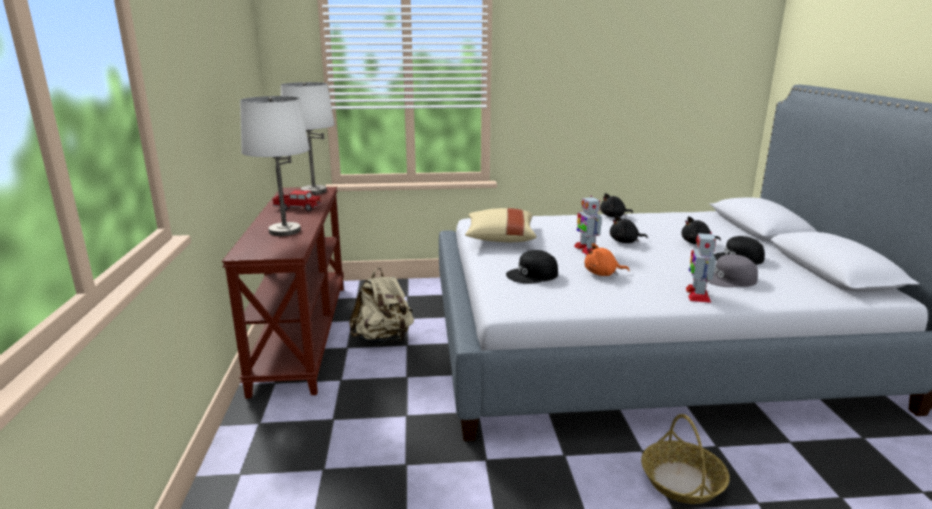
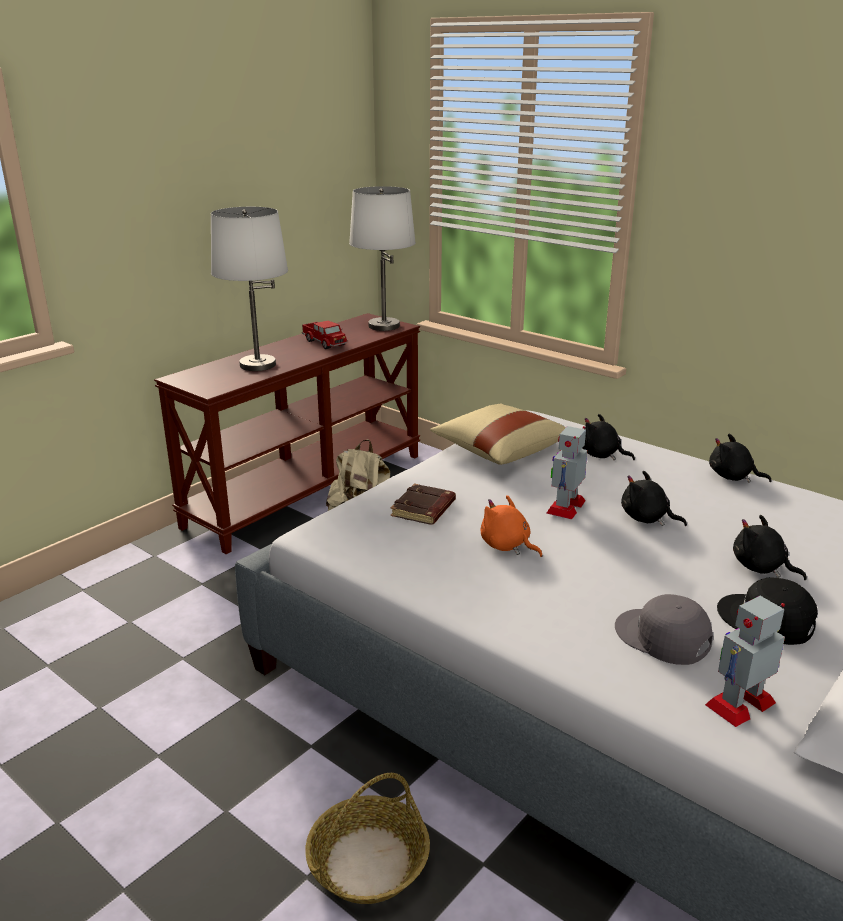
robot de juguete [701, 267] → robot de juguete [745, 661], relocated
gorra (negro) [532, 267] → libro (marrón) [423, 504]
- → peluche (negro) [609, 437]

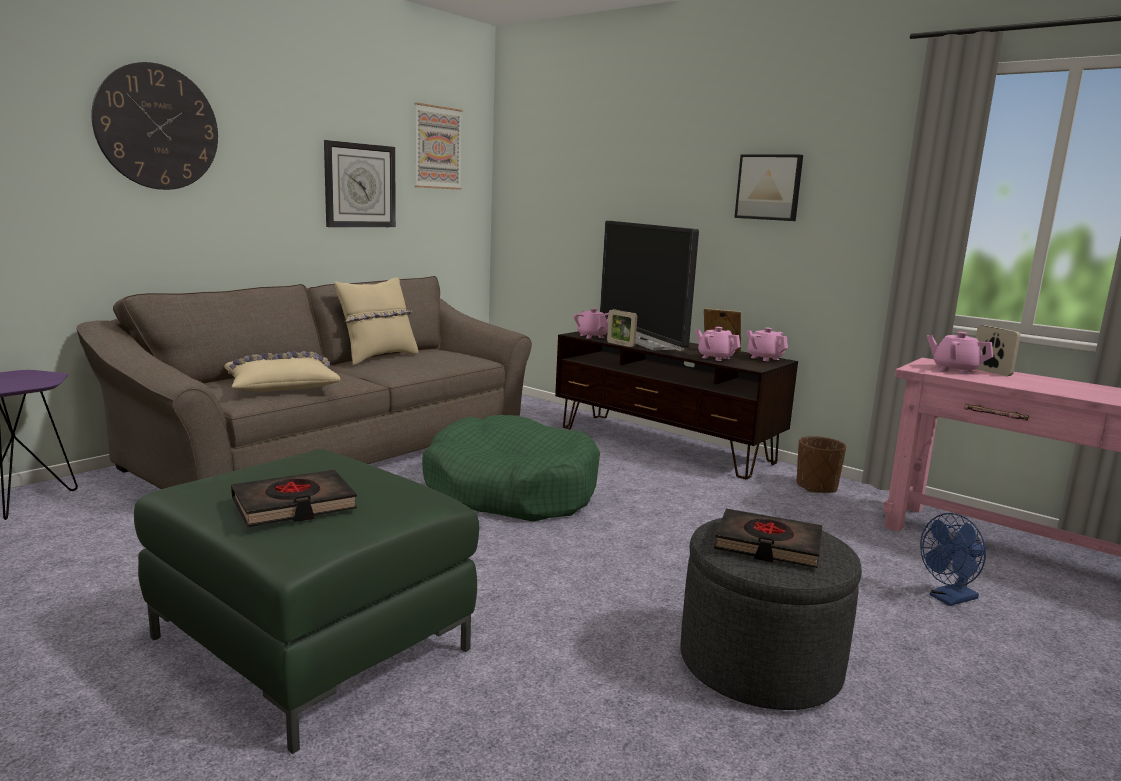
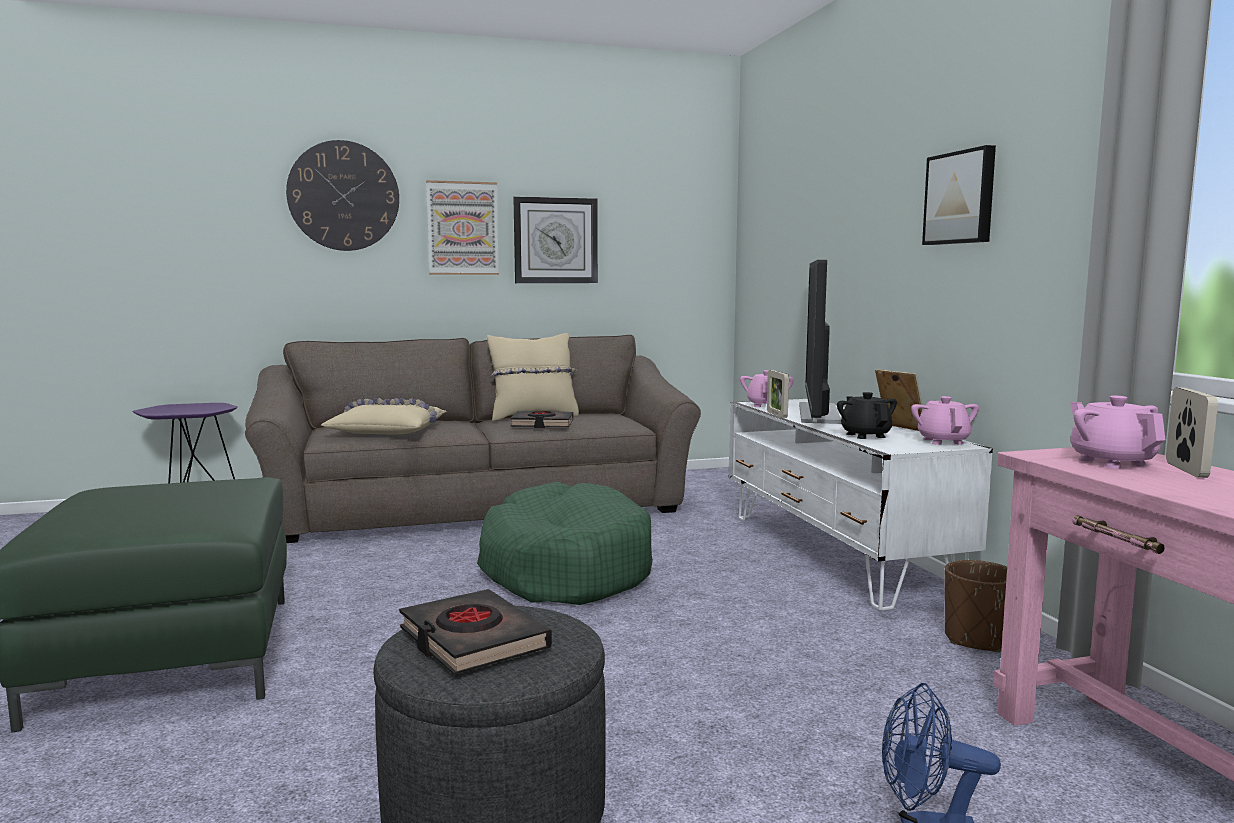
cuadro [438, 146] → cuadro [462, 227], relocated
tetera (rosa) [717, 344] → tetera (negro) [867, 415]
mueble de televisión (marrón) [676, 405] → mueble de televisión (blanco) [861, 504]
libro (negro) [294, 499] → libro (negro) [542, 419], relocated

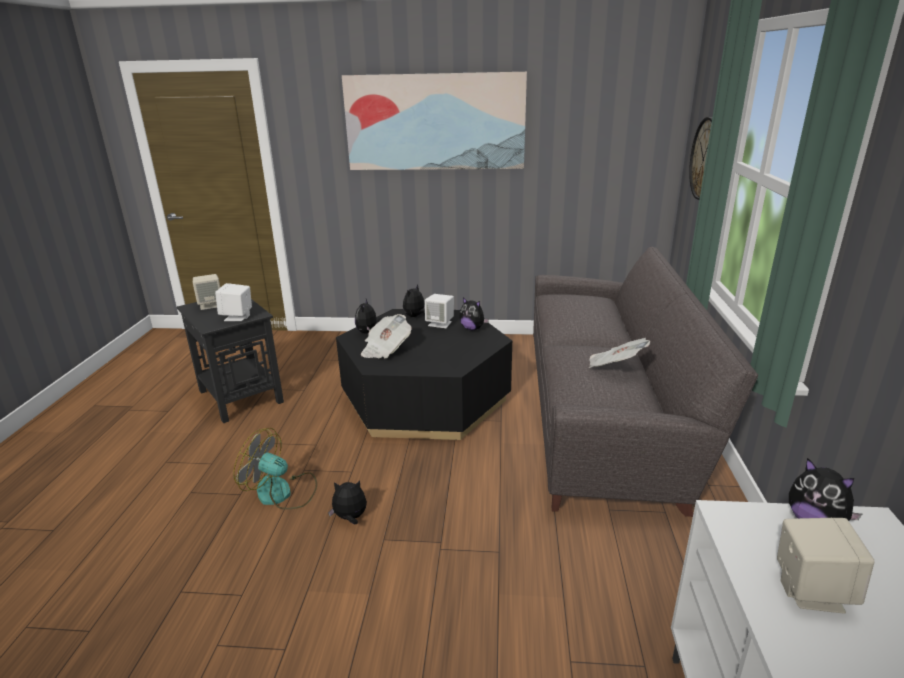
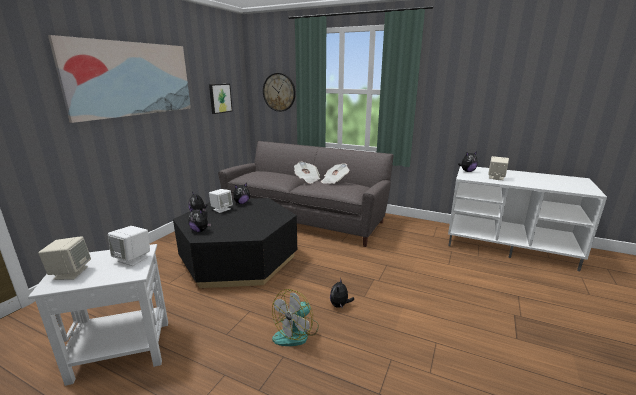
mesa auxiliar (negro) [230, 361] → mesa auxiliar (blanco) [98, 315]
periódico [386, 336] → periódico [307, 173], relocated
- → cuadro [220, 99]

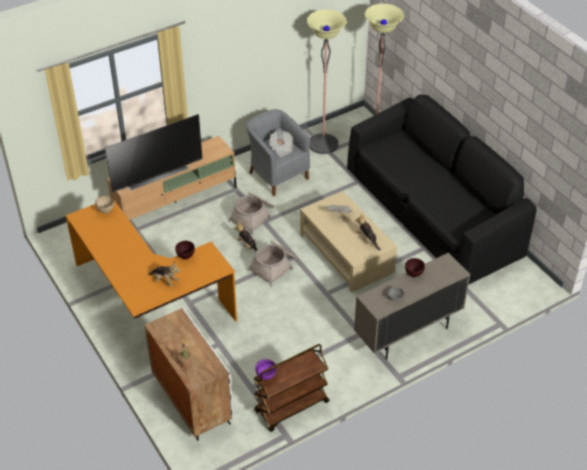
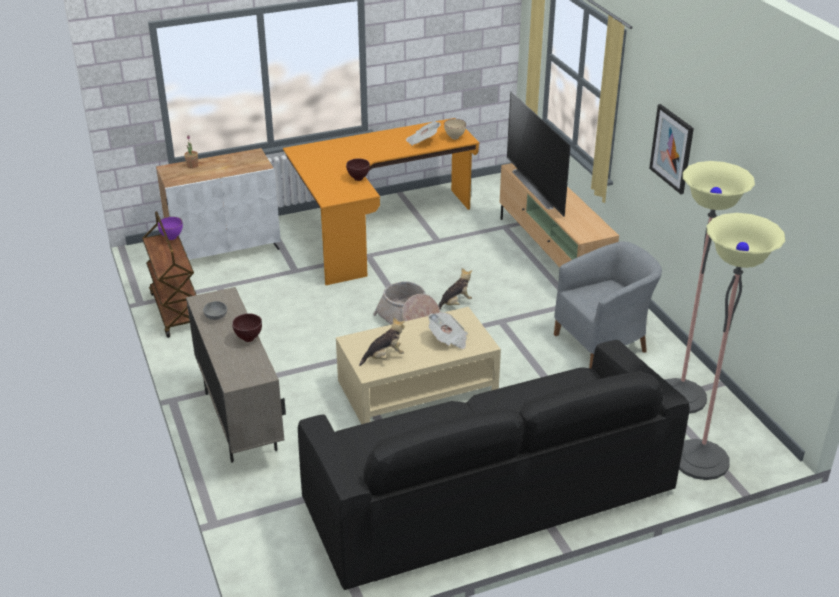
periódico [281, 143] → periódico [423, 133], relocated
cesta [251, 213] → -
peluche [164, 273] → -
- → cuadro [671, 149]

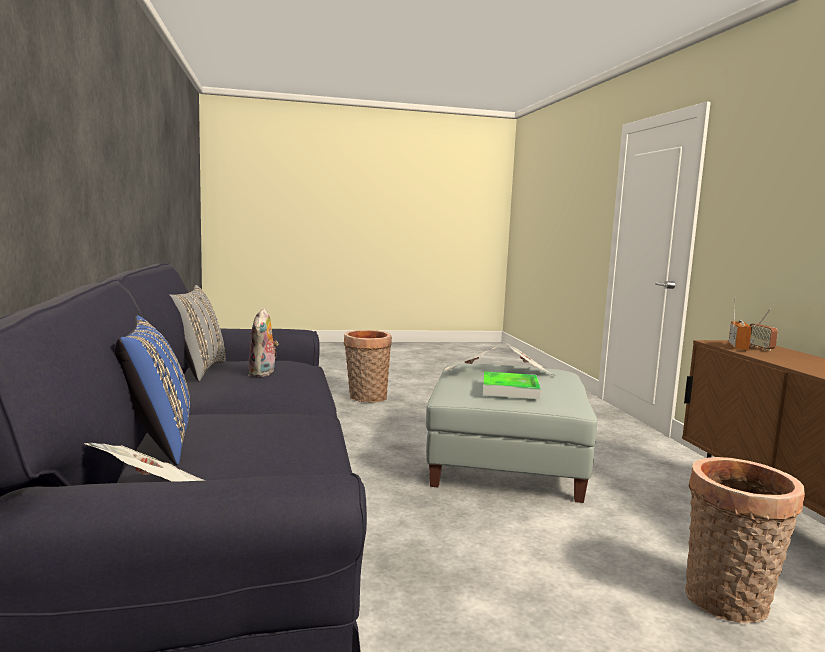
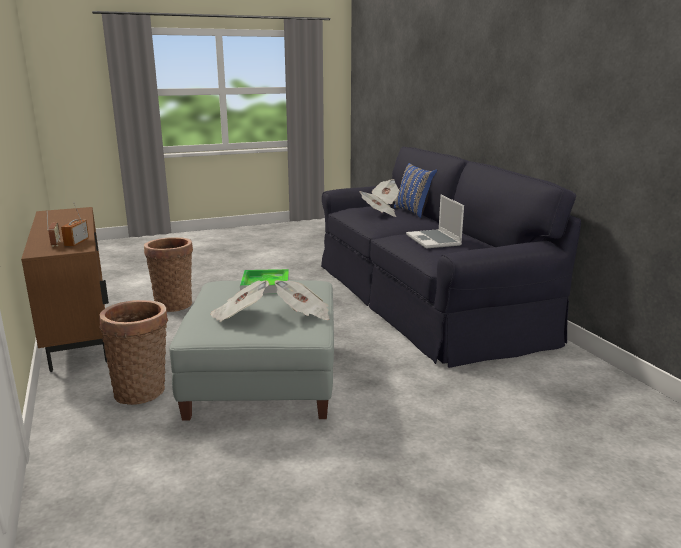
cojín (gris) [197, 333] → -
peluche [263, 342] → portátil [435, 222]
cesta [368, 366] → cesta [133, 352], relocated
- → periódico [378, 204]

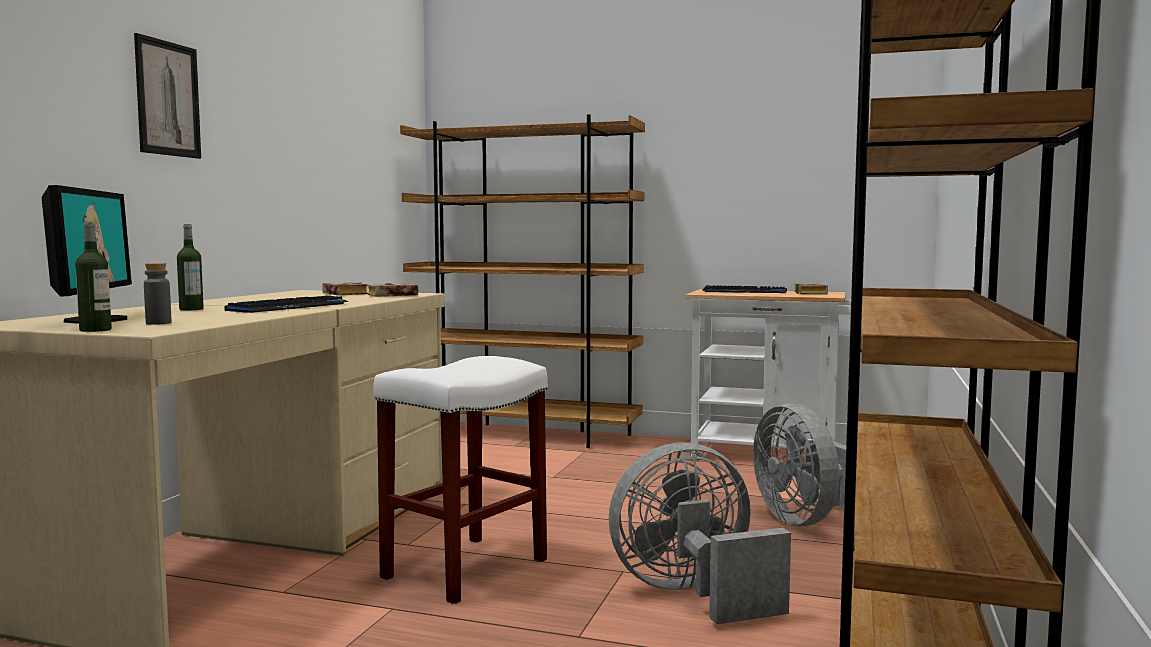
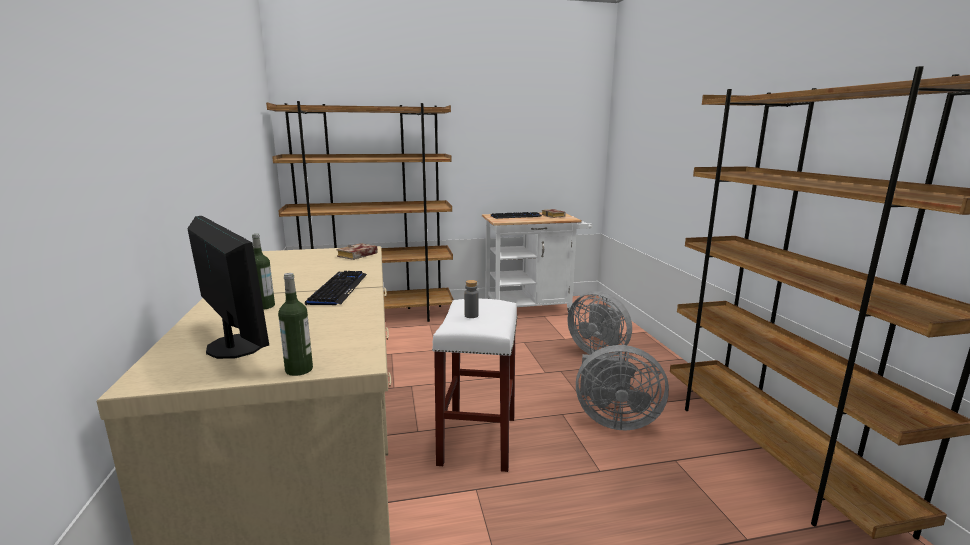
cuadro [167, 96] → -
botella (gris) [157, 294] → botella (gris) [471, 299], relocated
libro [345, 289] → -
ventilador (gris) [700, 534] → ventilador (gris) [622, 387], 120 degrees counterclockwise

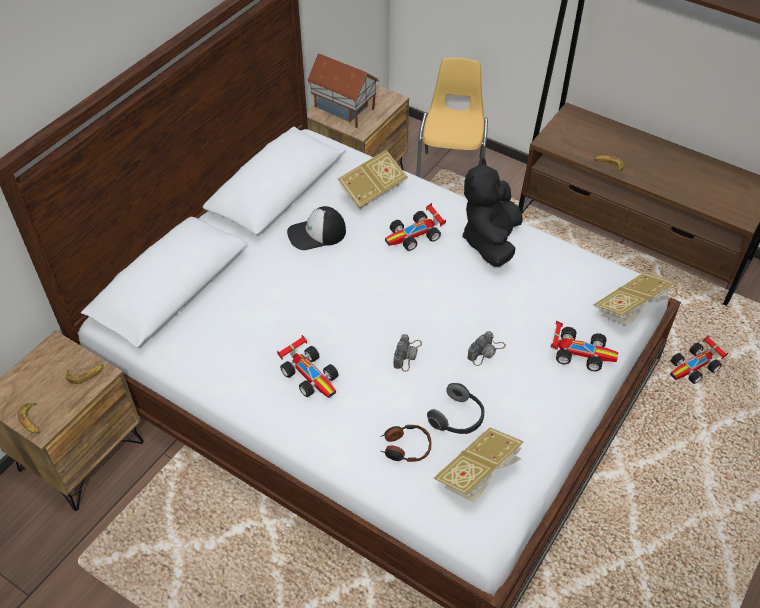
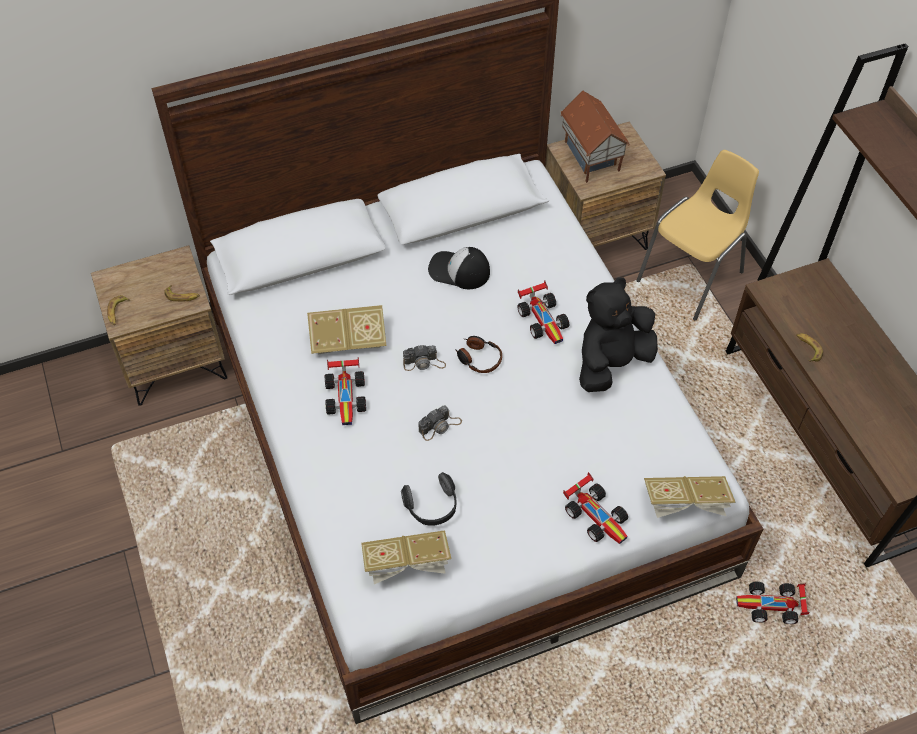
libro [373, 180] → libro [347, 329], relocated
coche de juguete [415, 227] → coche de juguete [543, 312], 120 degrees counterclockwise
cámara [486, 348] → cámara [424, 358], relocated
auriculares [405, 443] → auriculares [478, 354], relocated

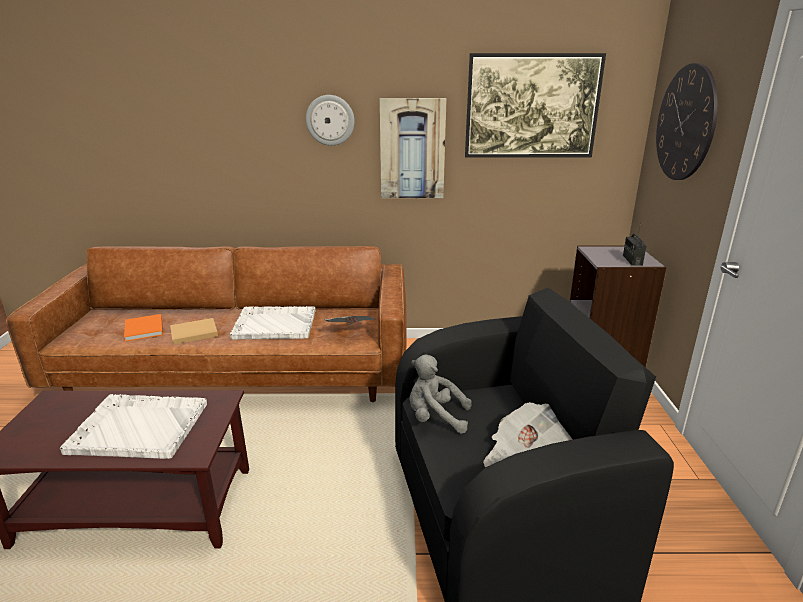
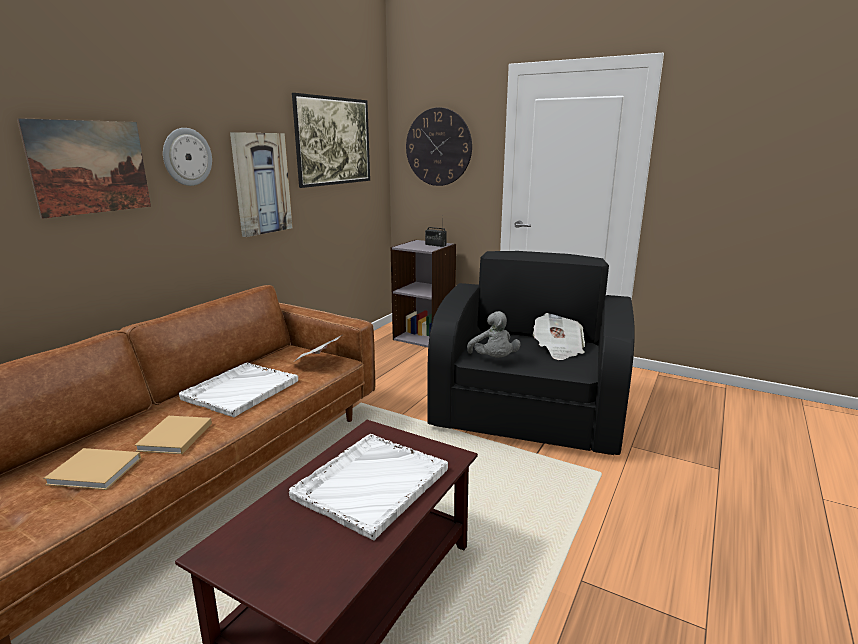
libro (naranja) [143, 328] → libro (beis) [92, 469]
peluche (gris) [440, 394] → peluche (gris) [494, 334], 60 degrees counterclockwise
- → cuadro [84, 168]

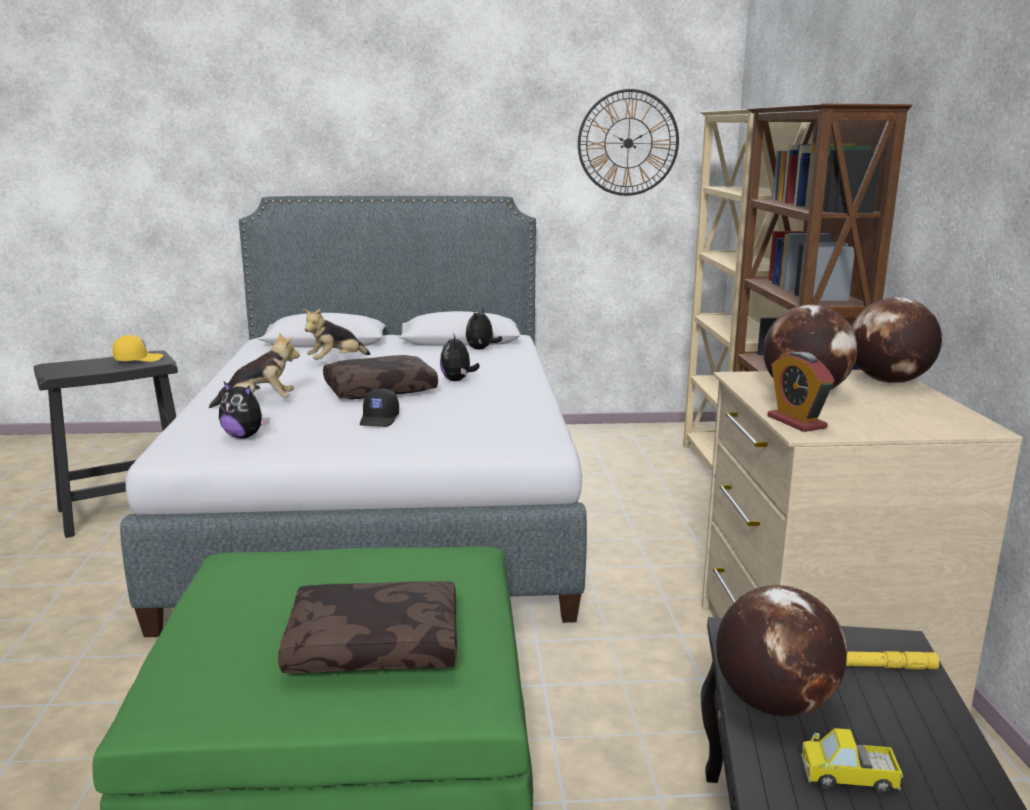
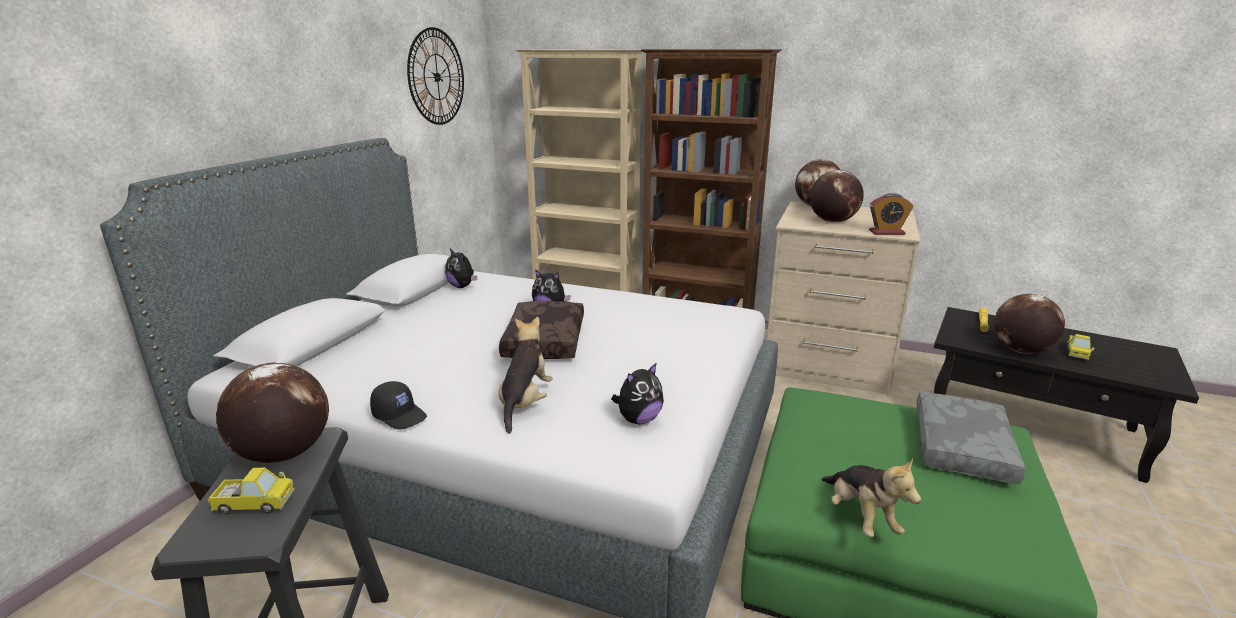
peluche [336, 334] → peluche [871, 498], relocated
gorra (amarillo) [138, 348] → globo terráqueo [272, 412]
gorra (negro) [379, 407] → gorra (negro) [398, 405], relocated
cojín (marrón) [367, 627] → cojín (gris) [971, 438]
- → camión de juguete [251, 491]

